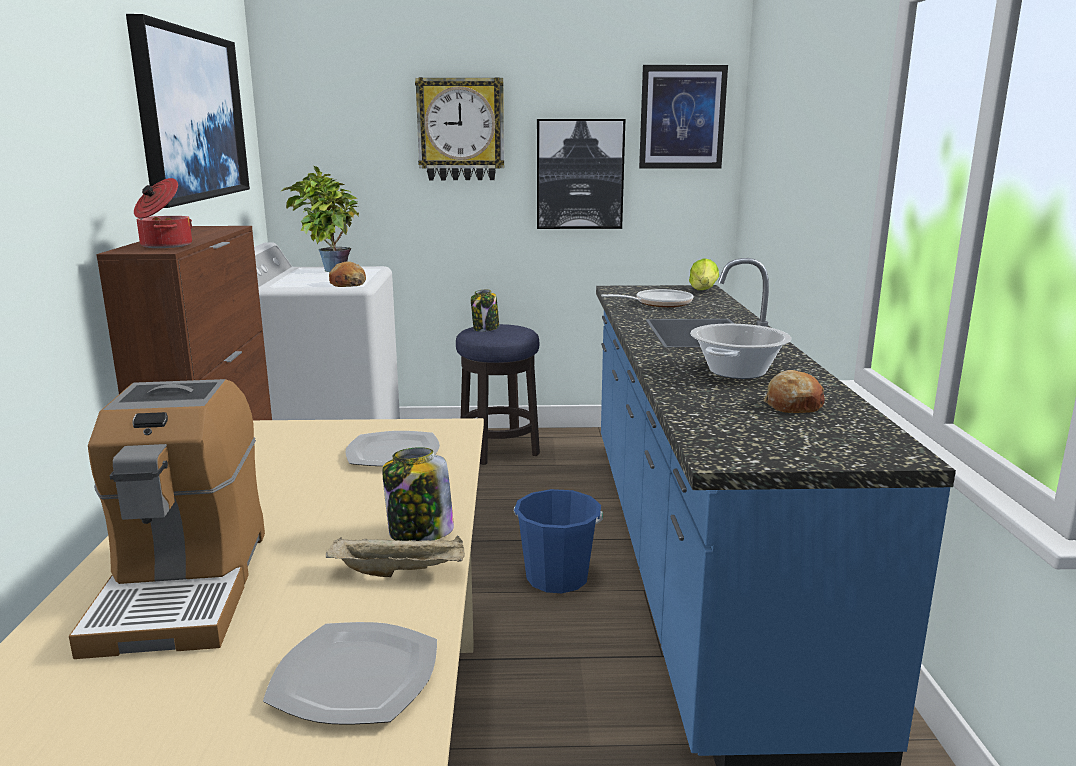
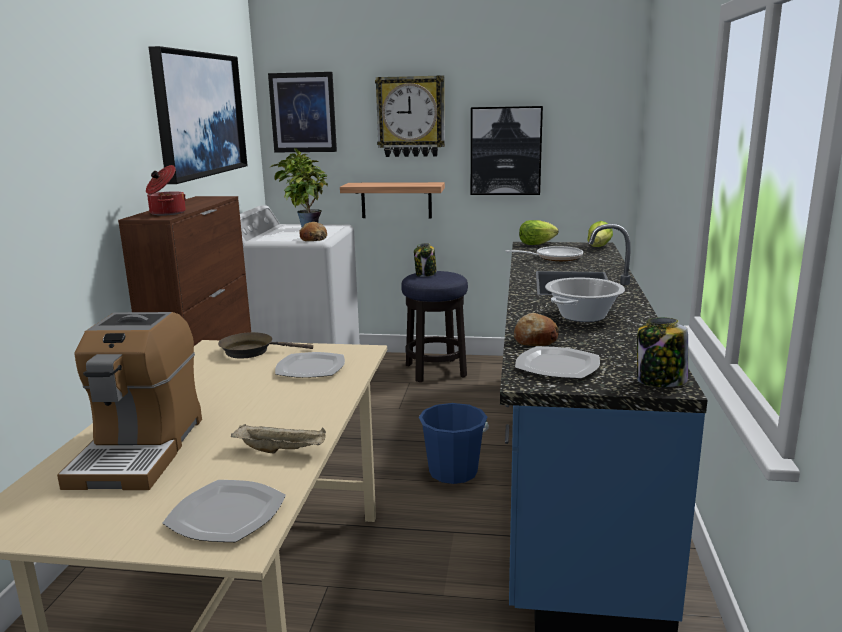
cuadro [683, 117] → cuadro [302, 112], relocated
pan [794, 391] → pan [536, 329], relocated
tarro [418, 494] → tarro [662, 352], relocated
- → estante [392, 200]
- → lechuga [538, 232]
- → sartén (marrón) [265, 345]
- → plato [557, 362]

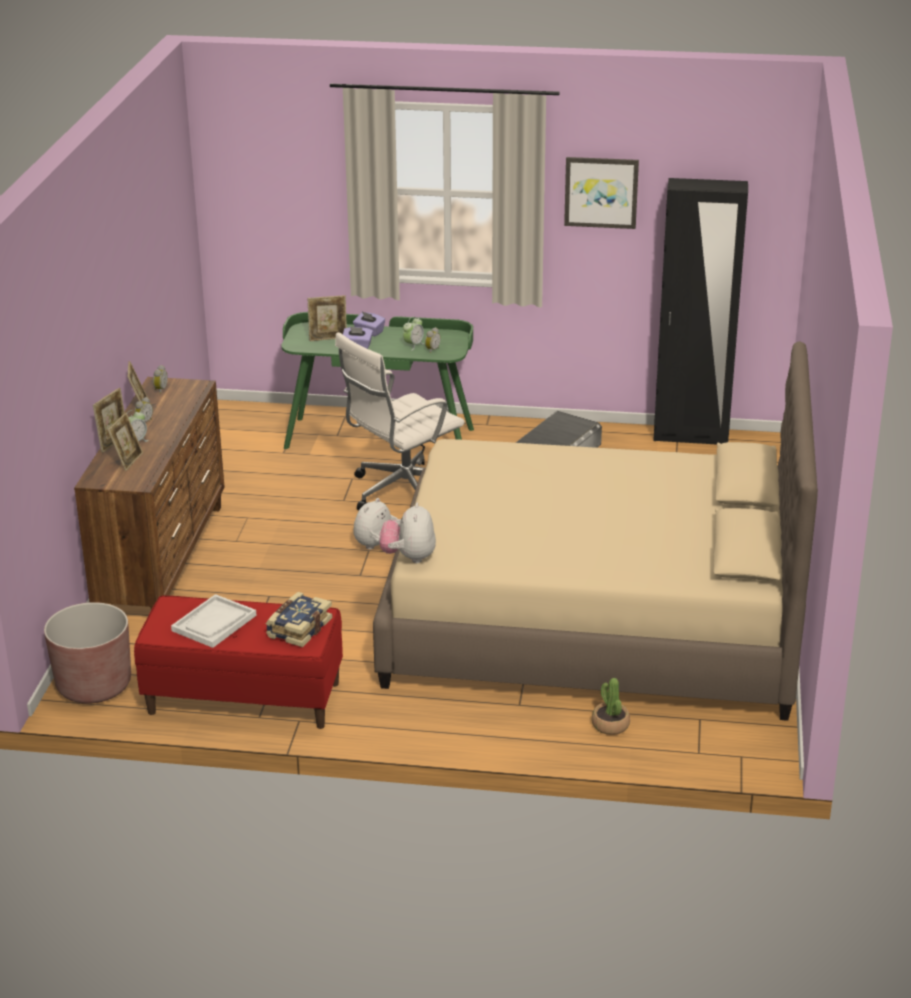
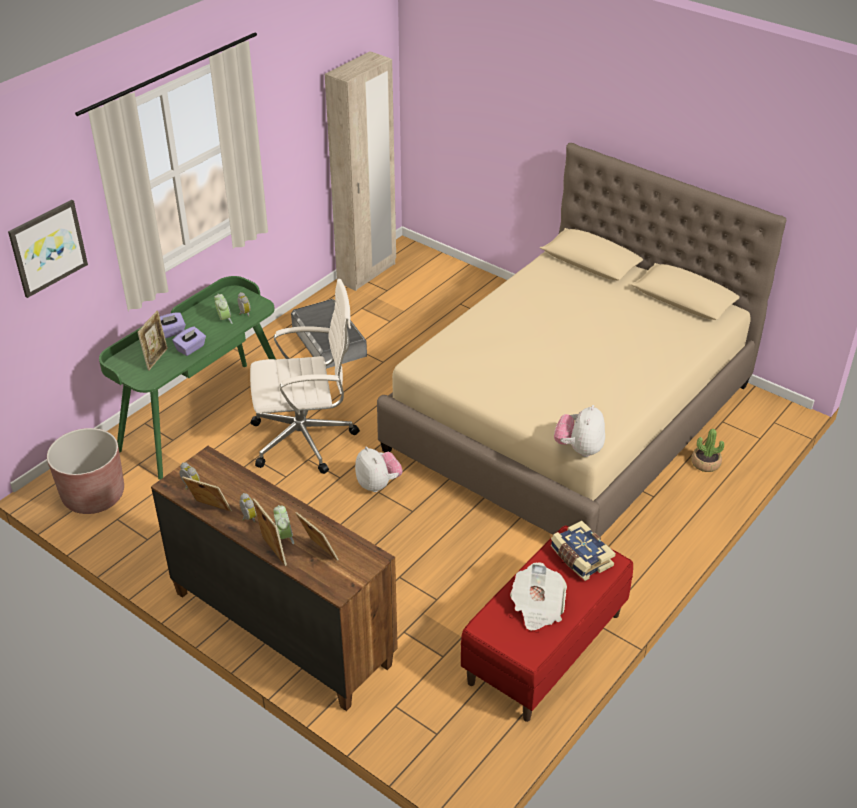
cuadro [601, 193] → cuadro [48, 249], relocated
armario ropero (negro) [700, 311] → armario ropero (beis) [360, 171]
silla de oficina (blanco) [400, 421] → silla de oficina (blanco) [305, 376], 90 degrees counterclockwise
peluche [408, 533] → peluche [579, 431], 75 degrees clockwise
bandeja (blanco) [214, 621] → periódico [538, 596]
maceta (marrón) [87, 653] → maceta (marrón) [85, 471], relocated

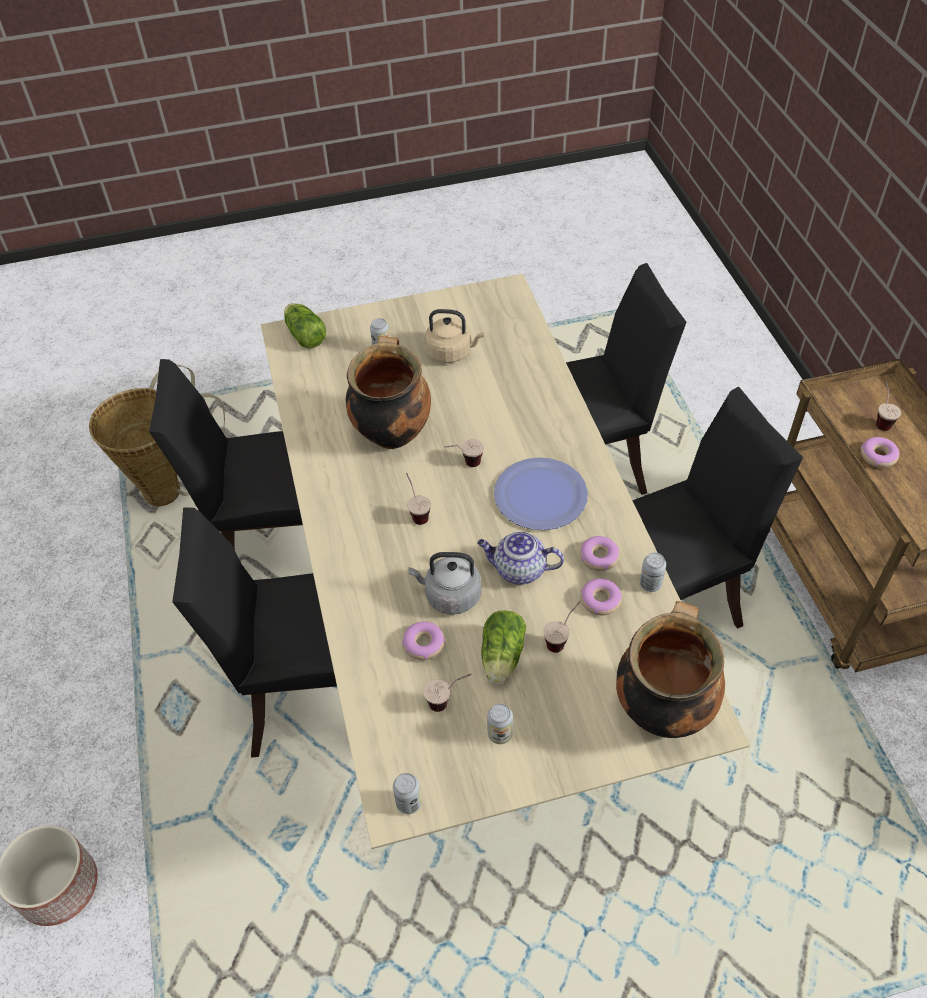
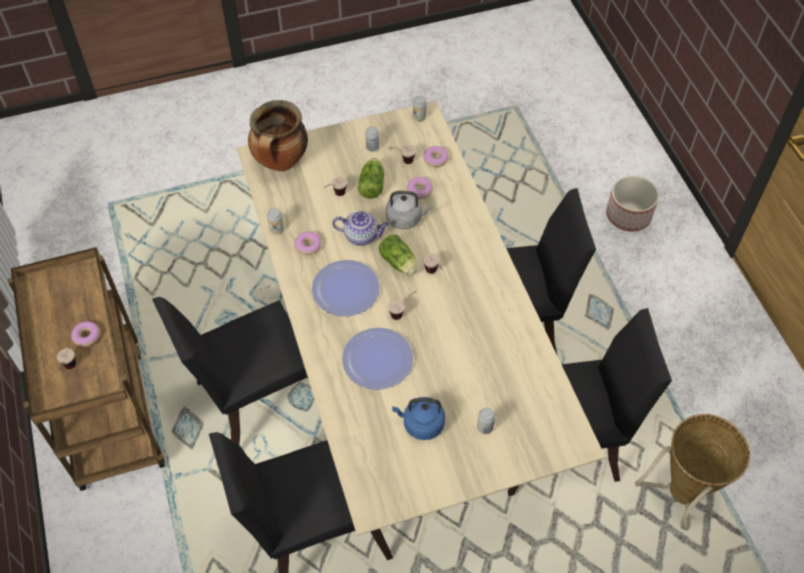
lechuga [305, 325] → lechuga [398, 254], relocated
hervidor (beis) [454, 336] → hervidor (azul) [418, 418]
olla [388, 392] → -
rosquilla [601, 596] → rosquilla [436, 156], relocated
- → plato [377, 359]

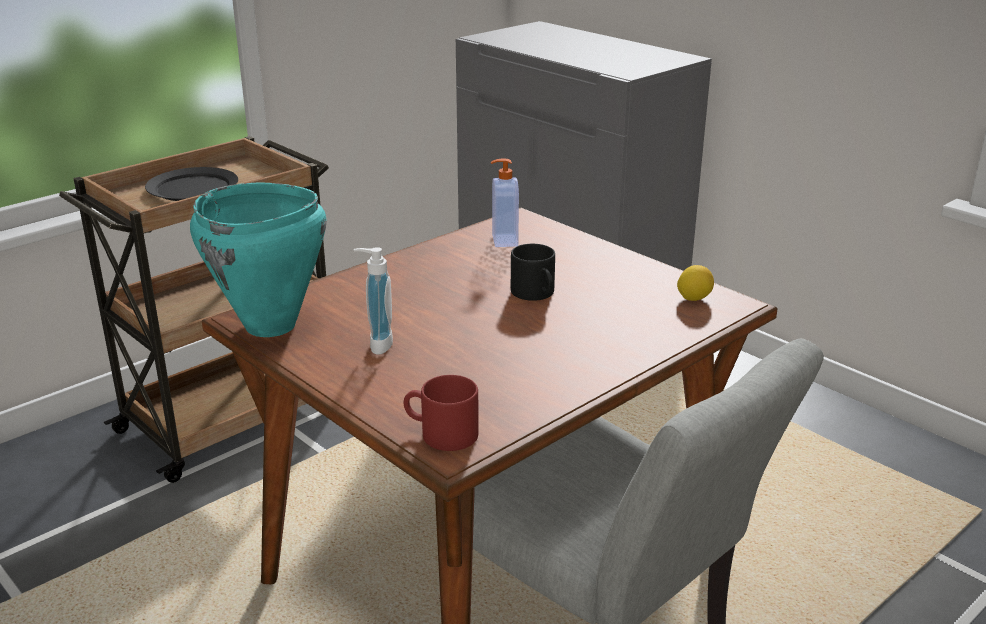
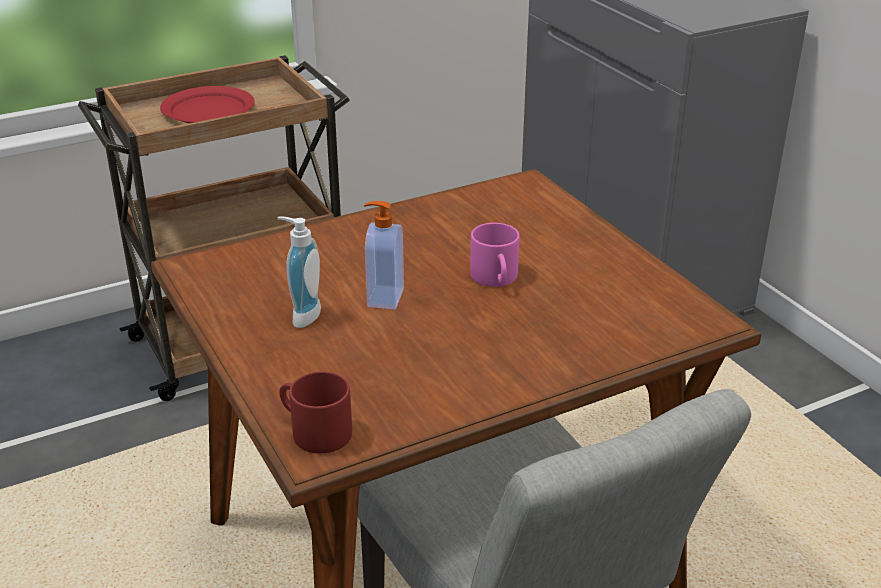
dispensador de jabón [505, 202] → dispensador de jabón [384, 255], relocated
plato (negro) [191, 184] → plato (rojo) [207, 104]
olla (turquesa) [258, 260] → -
taza grande (negro) [533, 272] → taza grande (rosa) [495, 255]
limón [695, 283] → -

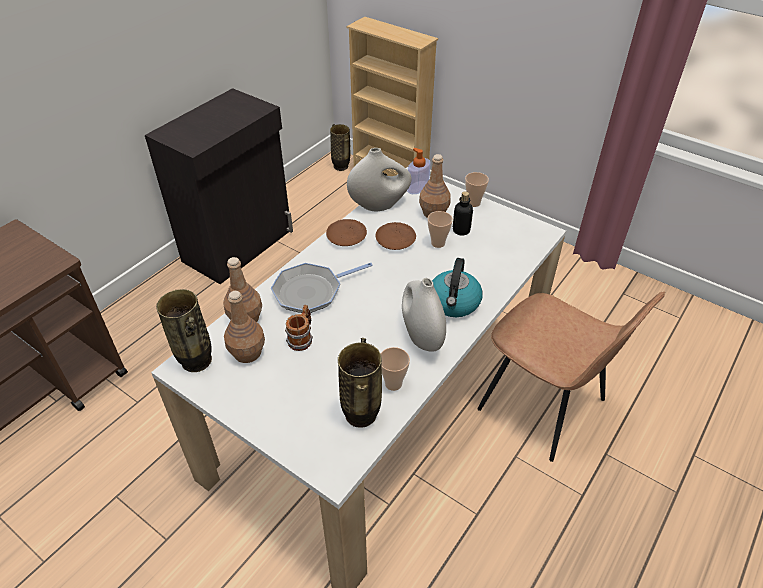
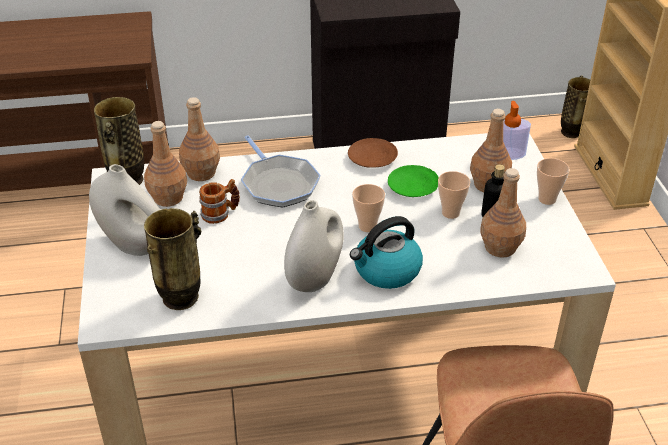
florero (blanco) [379, 179] → florero (blanco) [125, 210], relocated
plato (marrón) [396, 236] → plato (verde) [413, 181]
sartén [322, 288] → sartén [281, 171], 135 degrees counterclockwise
taza [395, 369] → taza [368, 208], relocated
- → botella (marrón) [503, 213]

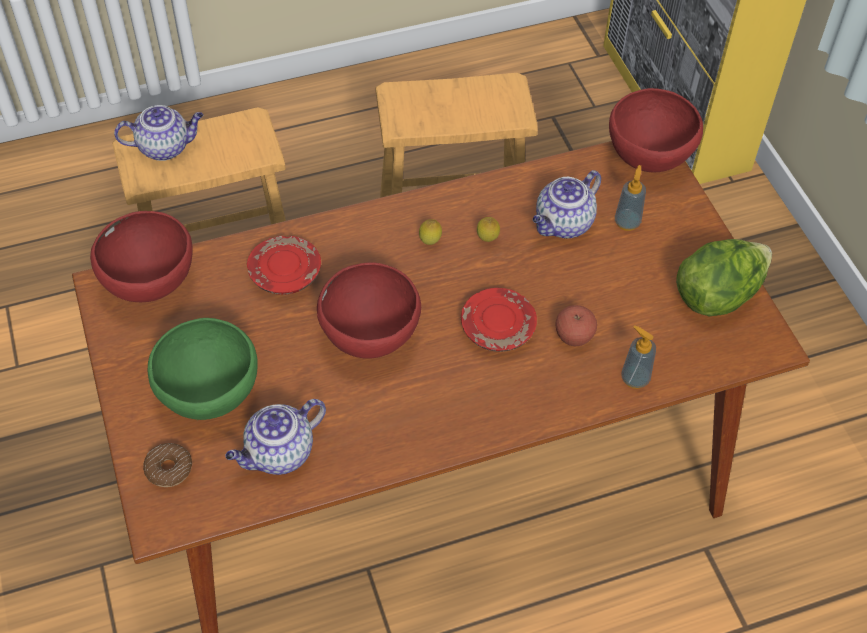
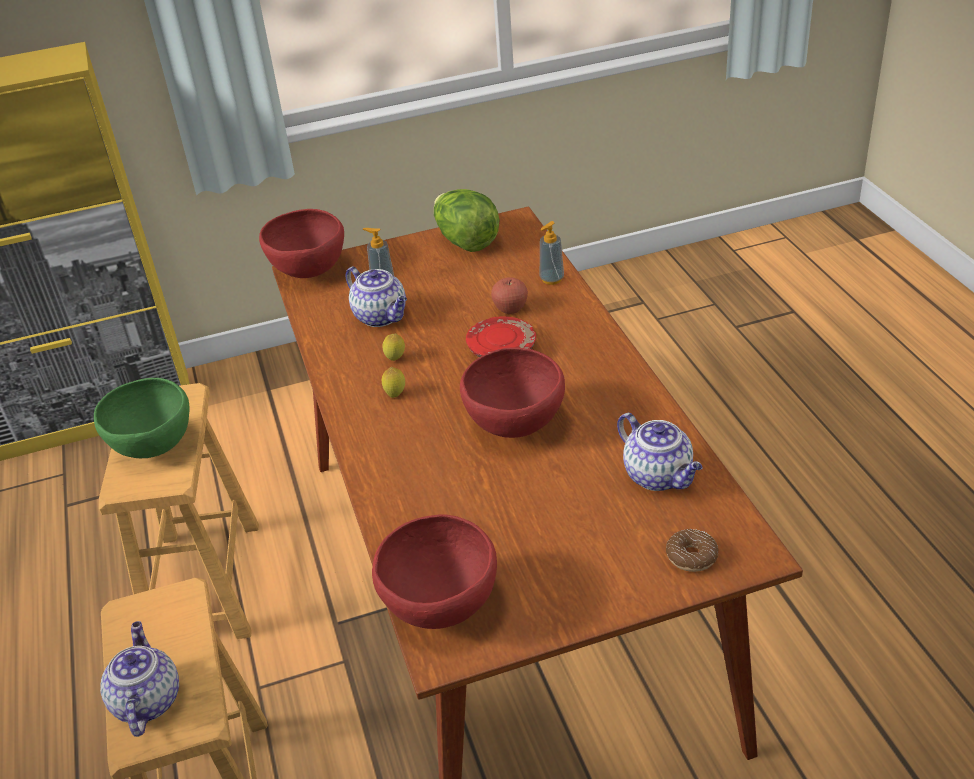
plato (rojo) [284, 265] → -
cuenco (verde) [203, 369] → cuenco (verde) [141, 418], relocated

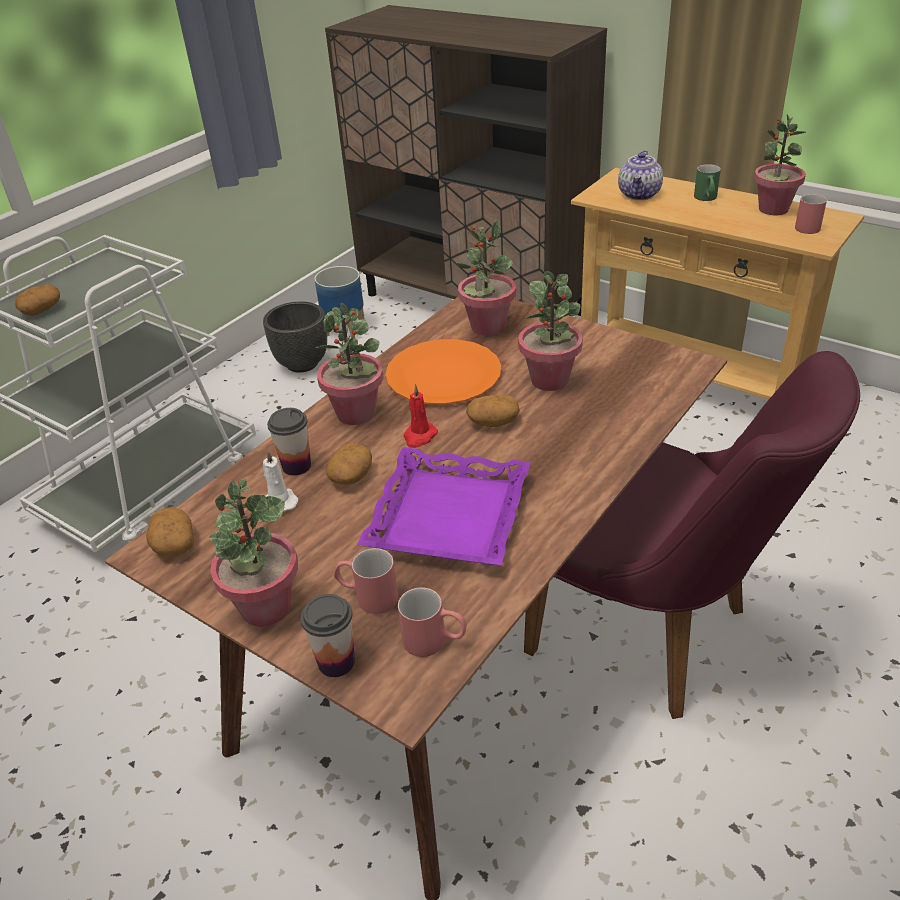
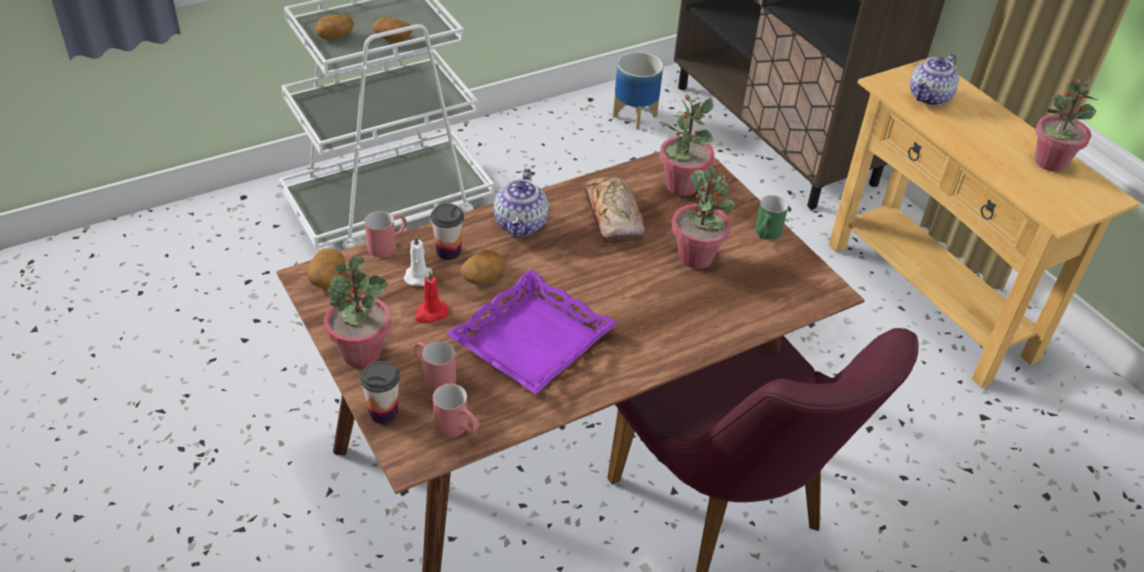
taza grande (verde) [707, 182] → taza grande (verde) [771, 217], relocated
taza grande (rojo) [811, 214] → taza grande (rojo) [385, 234], relocated
maceta (negro) [295, 337] → -
planta en maceta [350, 364] → tetera [521, 202]
plato (naranja) [443, 372] → pan [615, 210]
vela (rojo) [421, 416] → vela (rojo) [432, 297], relocated
patata [493, 411] → patata [392, 29], relocated

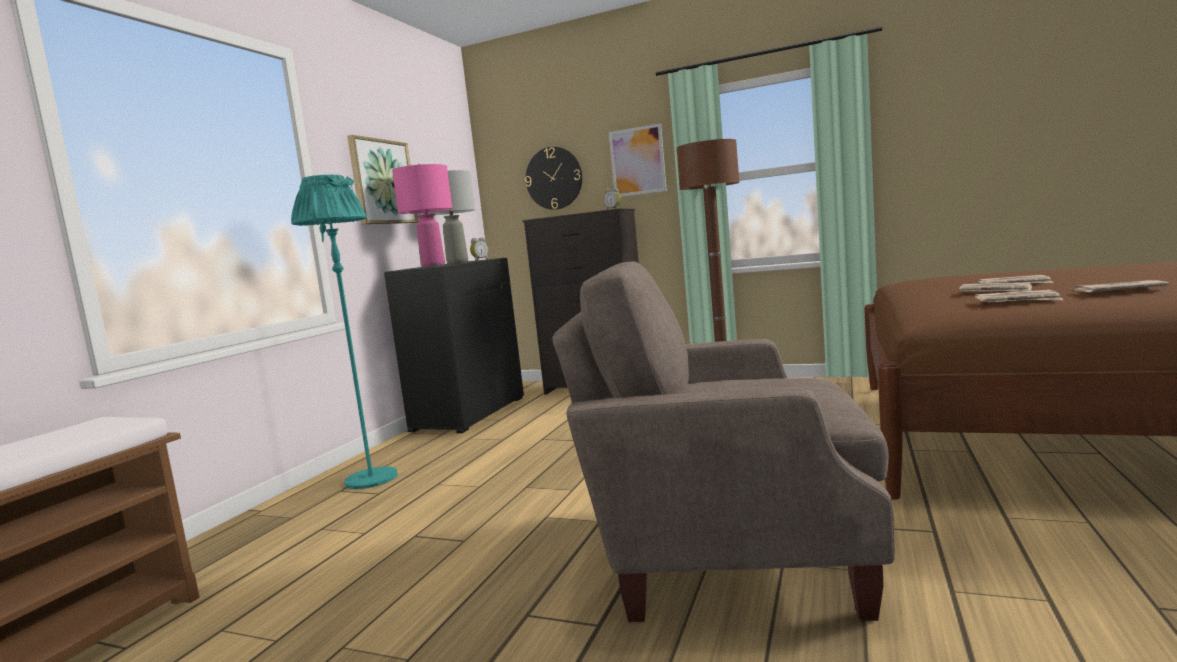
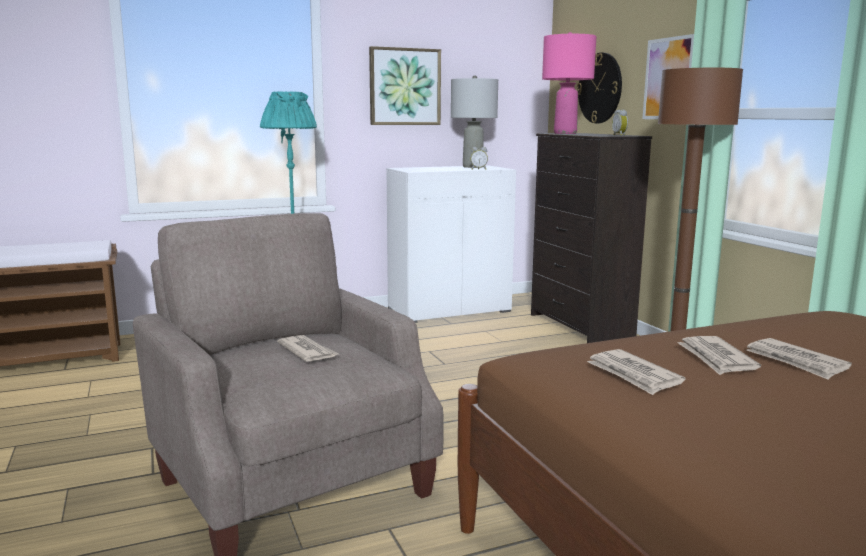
lámpara de mesa (rosa) [422, 215] → lámpara de mesa (rosa) [569, 83], relocated
armario (negro) [454, 345] → armario (blanco) [451, 244]
periódico [1120, 286] → periódico [307, 348], relocated

